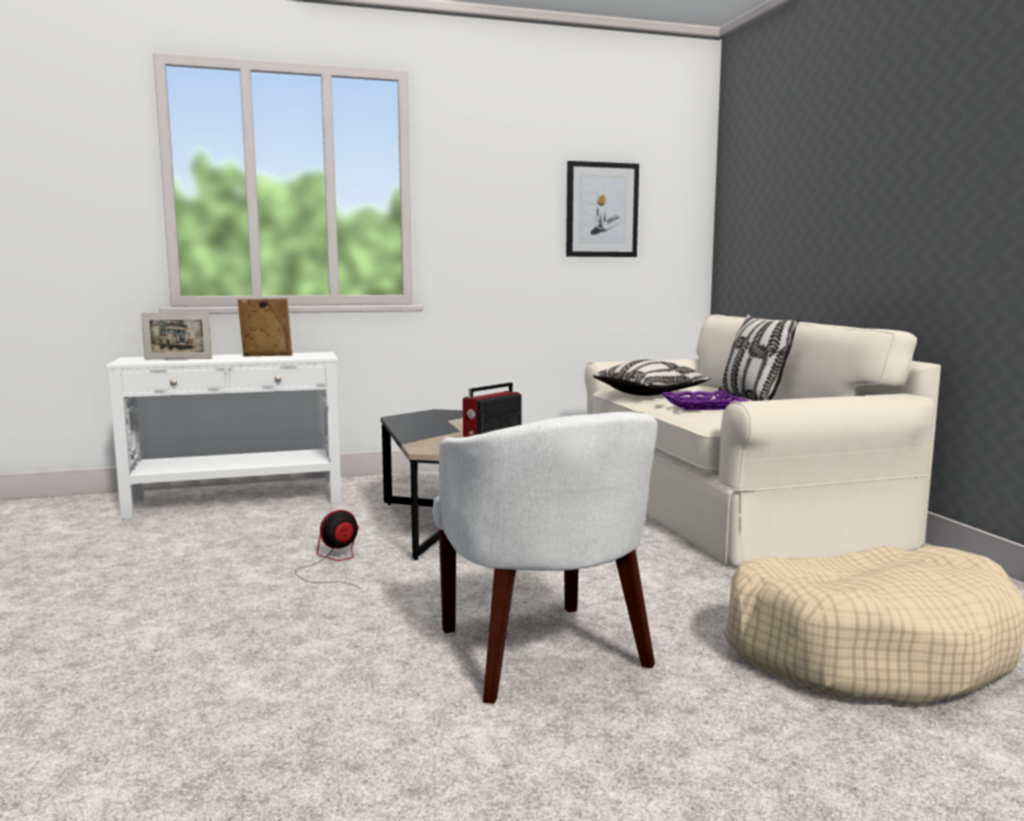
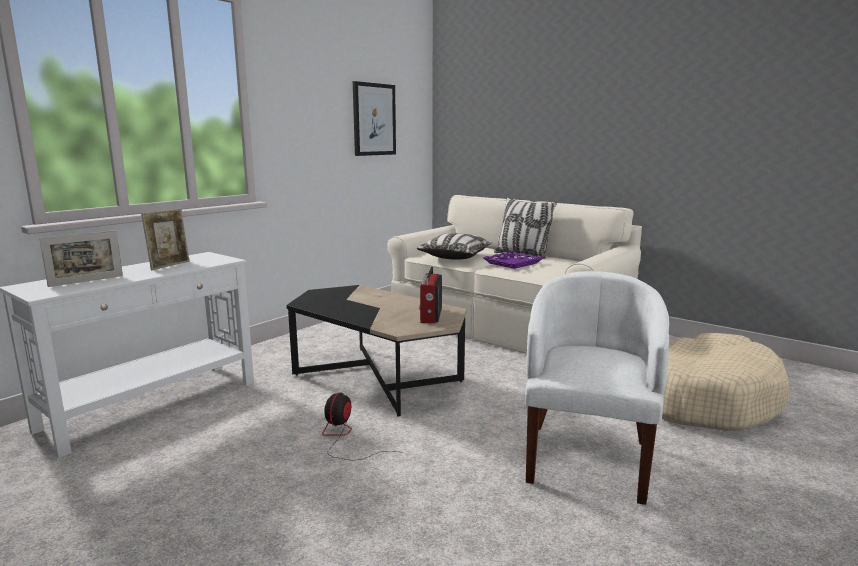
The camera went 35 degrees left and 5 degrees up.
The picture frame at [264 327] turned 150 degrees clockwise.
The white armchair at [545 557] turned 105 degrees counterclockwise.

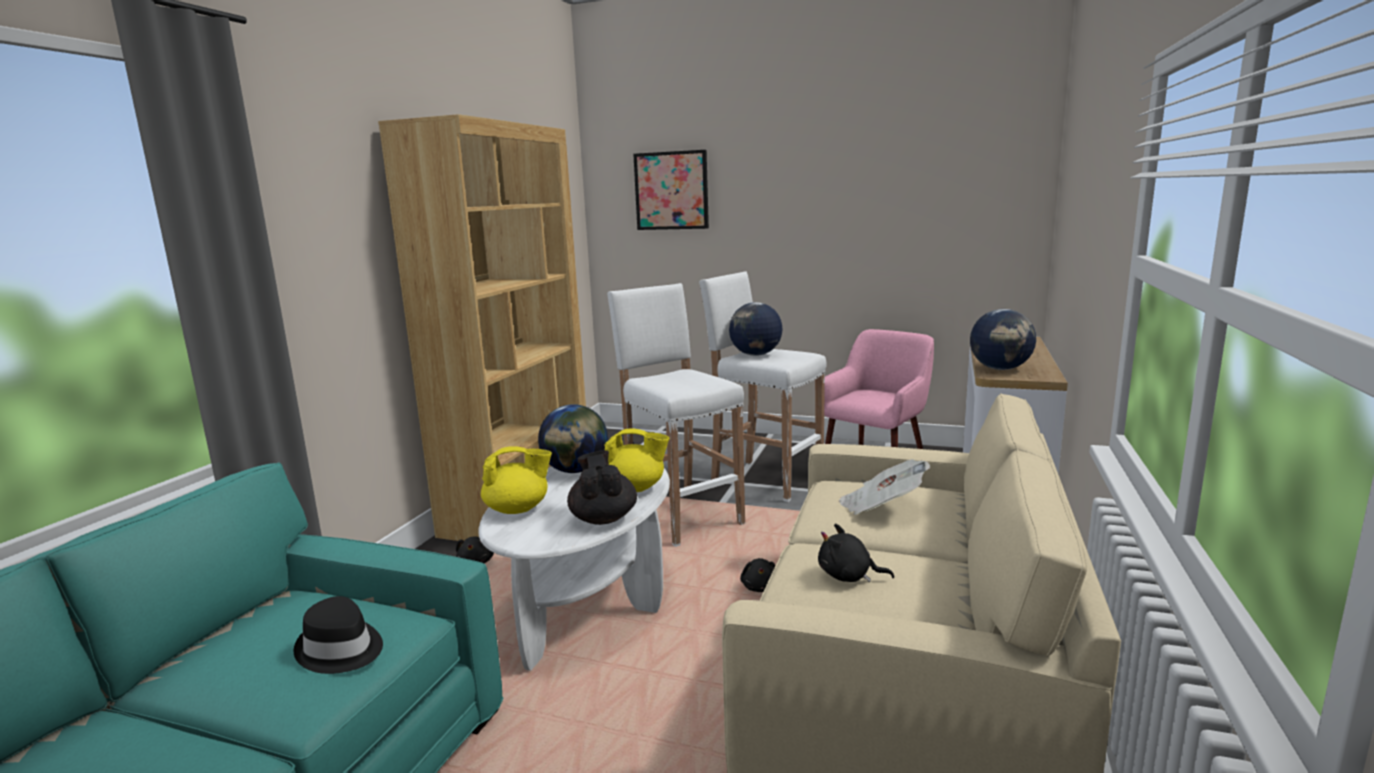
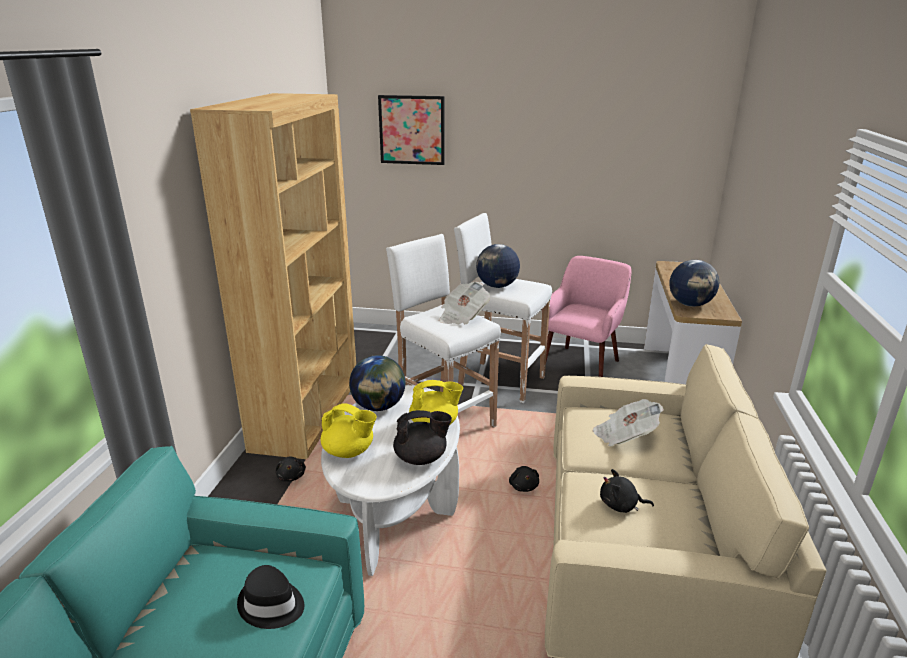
The camera went 10 degrees left and 10 degrees up.
The yellow teapot at [516 480] turned 45 degrees clockwise.
The black teapot at [602 487] turned 105 degrees clockwise.
The newspaper at [464 303] appeared.

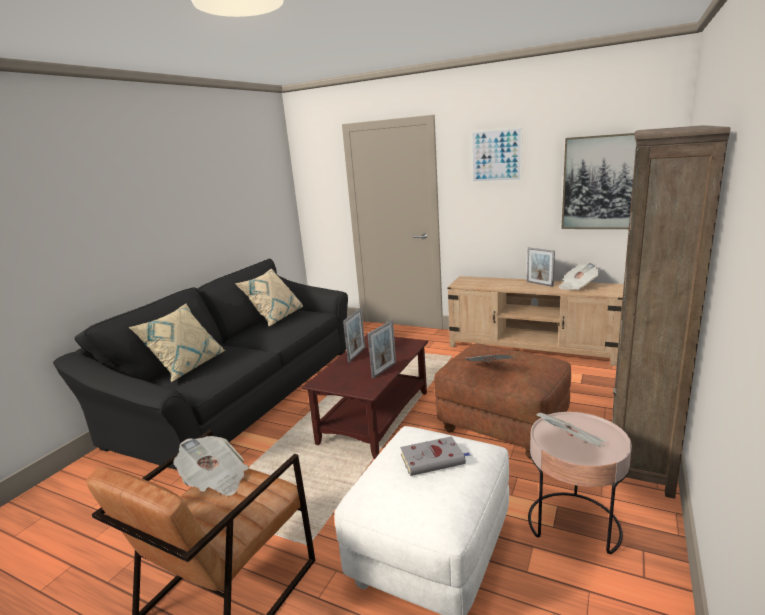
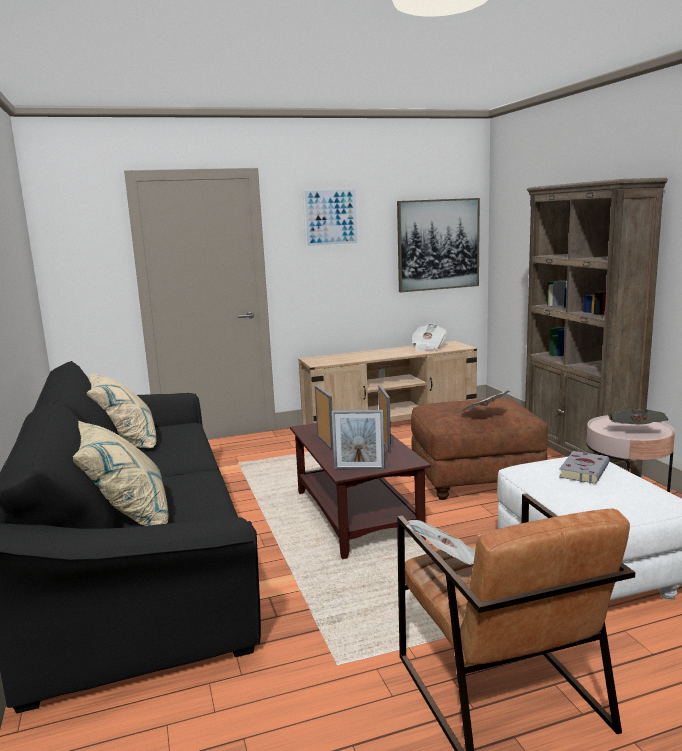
The camera went 45 degrees left and 5 degrees down.
The picture frame moved from [541 267] to [358 440].

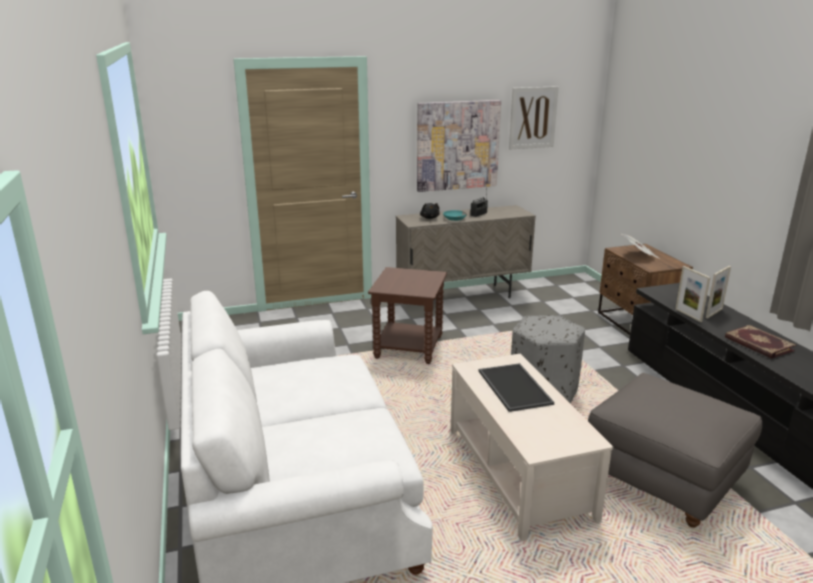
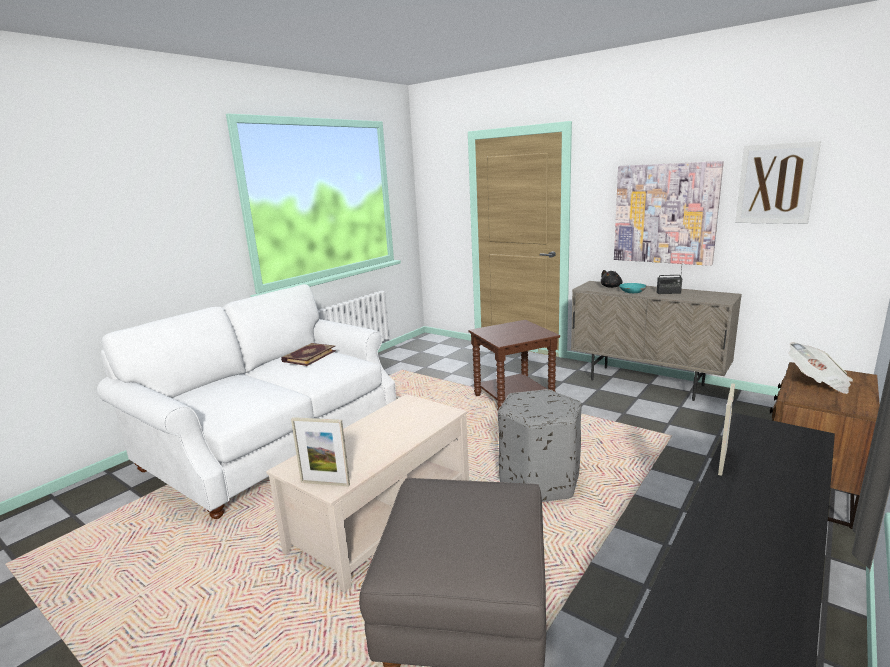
The camera went 55 degrees right and 5 degrees down.
The book moved from [760 342] to [308 354].
The picture frame moved from [718 292] to [320 451].
The tray at [516 387] disappeared.

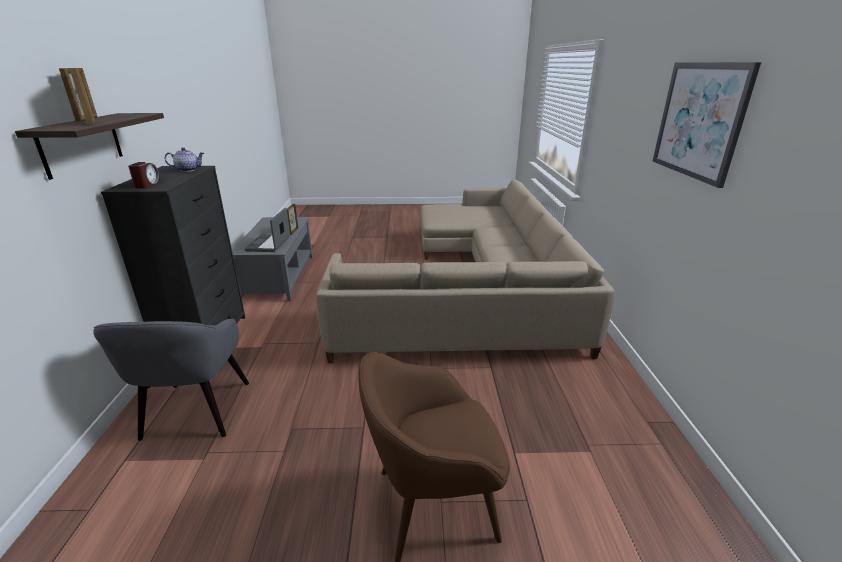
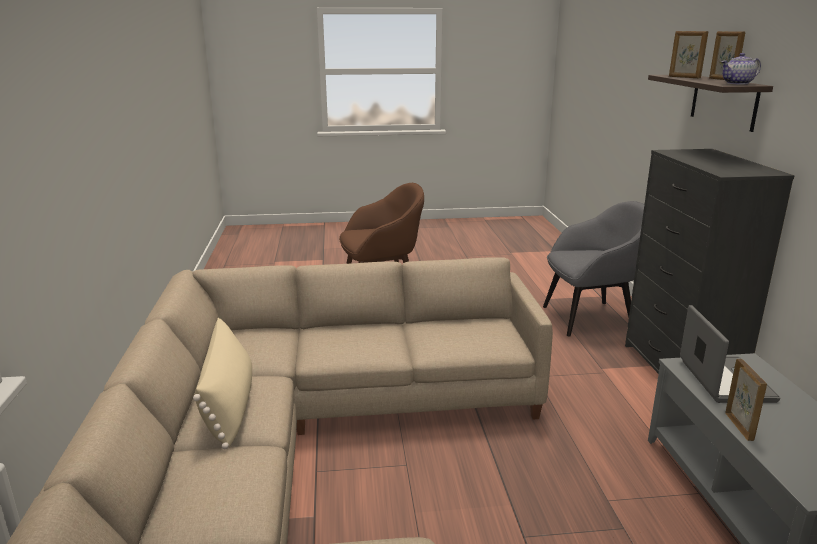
The camera went 175 degrees right and 5 degrees down.
The beige pillow at [222 383] appeared.
The grey armchair at [171 380] turned 90 degrees clockwise.
The teapot moved from [184 159] to [741 68].
The alarm clock at [144 175] disappeared.
The picture at [706 125] disappeared.

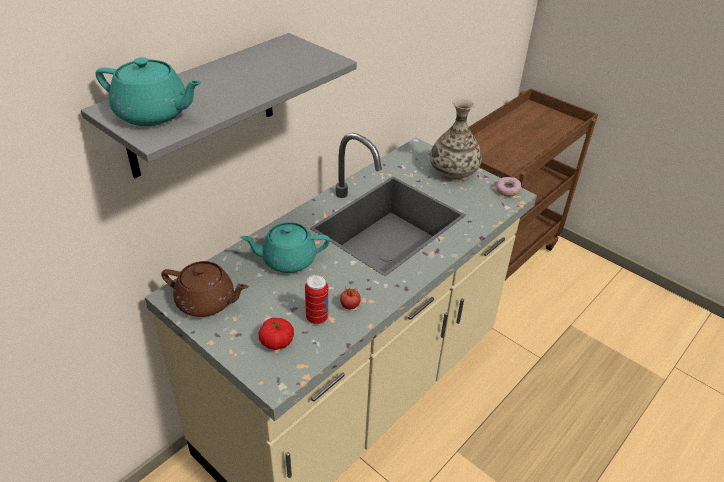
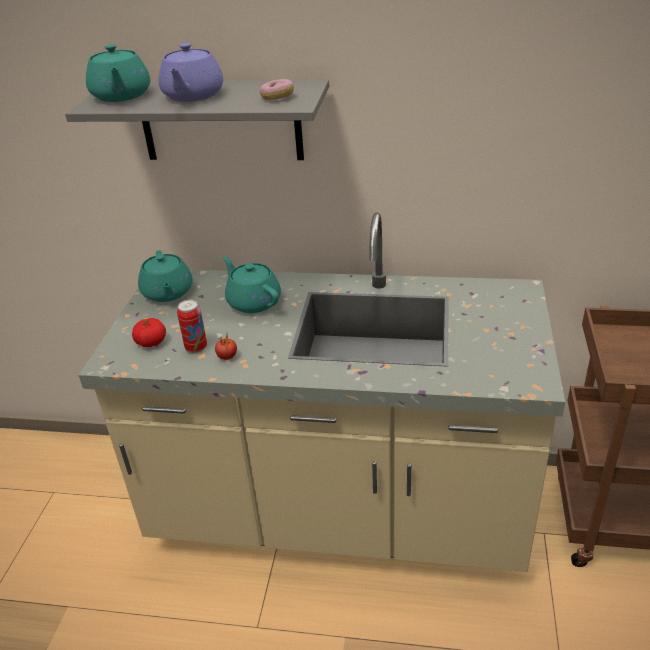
The camera went 60 degrees right and 5 degrees down.
The brown teapot at [205 289] became the turquoise teapot at [165 276].
The purple teapot at [191 72] appeared.
The donut moved from [508 187] to [277 89].
The vase at [456 139] disappeared.

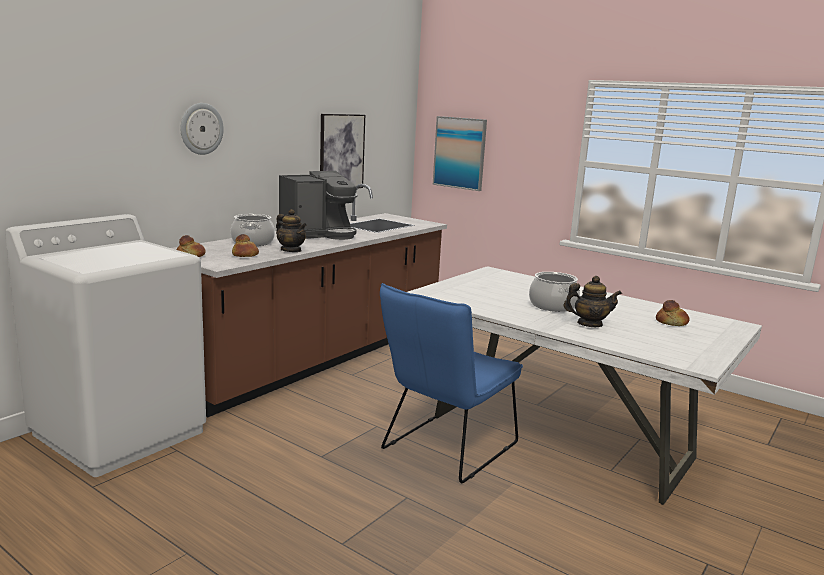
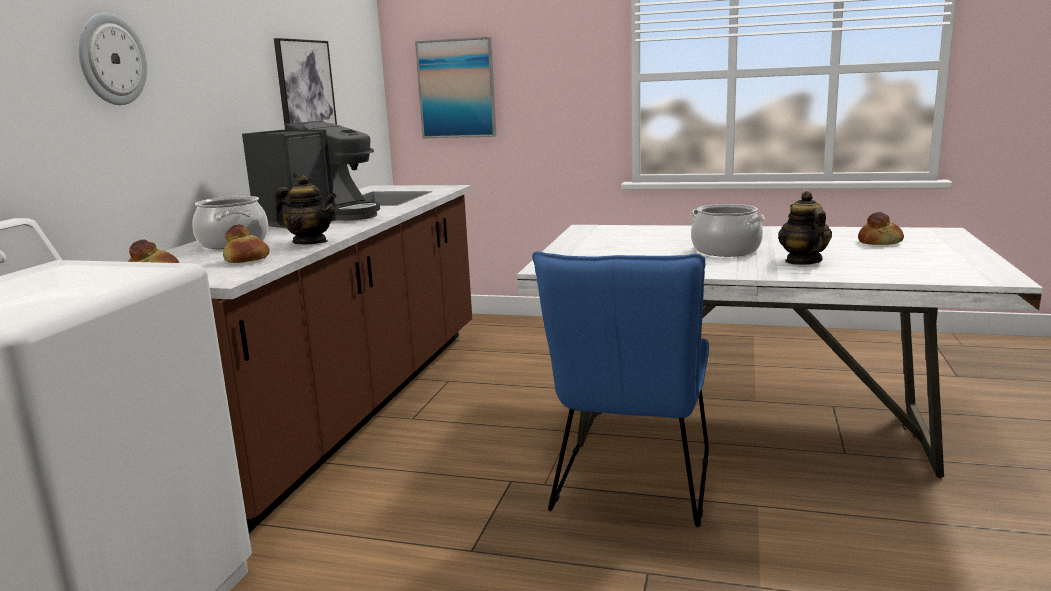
The camera went 20 degrees left and 0 degrees up.
The teapot at [593 301] turned 75 degrees counterclockwise.

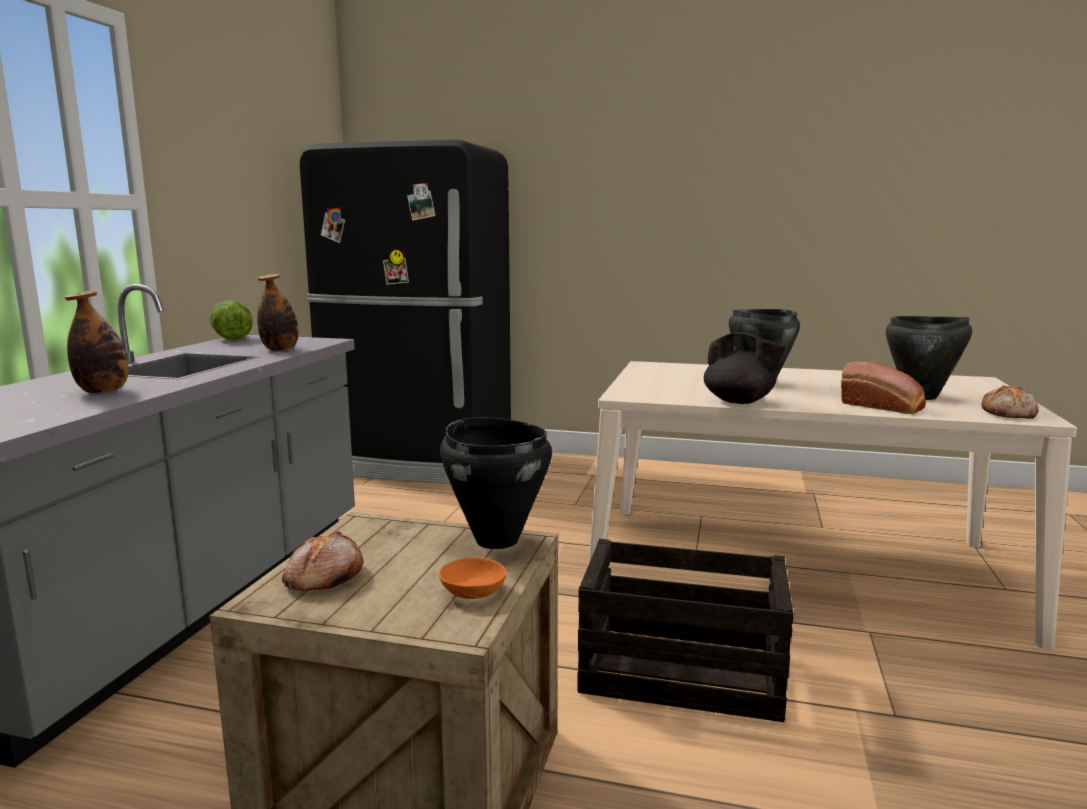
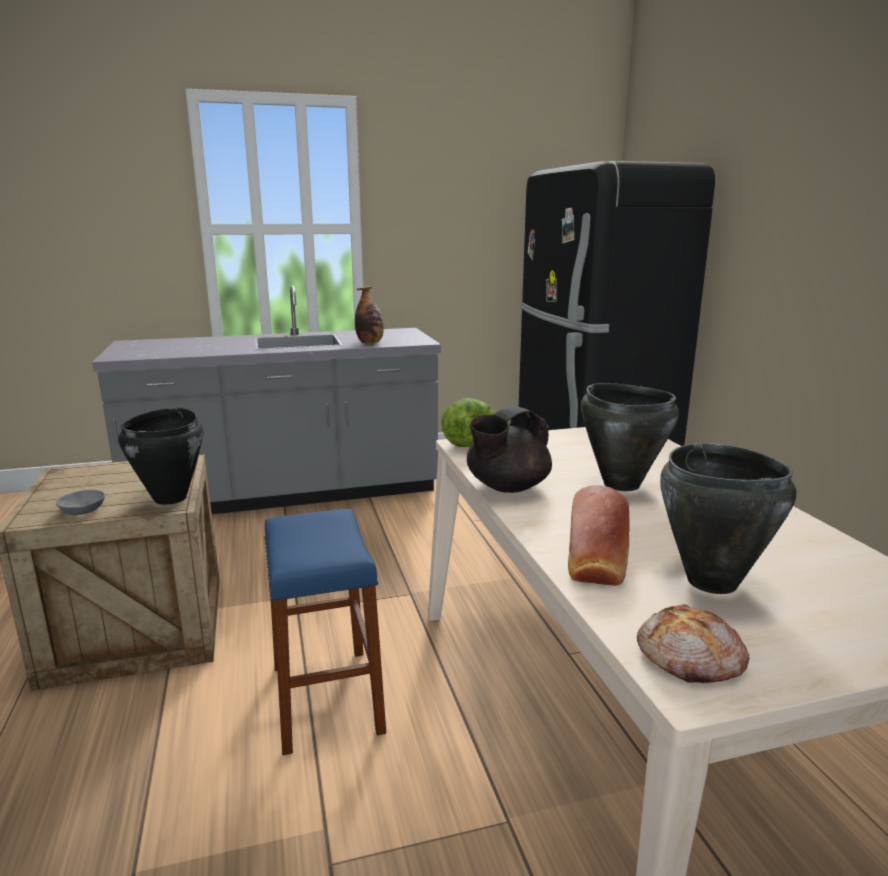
The camera went 60 degrees right and 5 degrees up.
The orange bowl at [473 578] became the grey bowl at [80 502].
The crate at [685 630] was replaced by the blue stool at [325 632].
The lettuce moved from [231 320] to [468 422].
The black teapot at [745 368] turned 45 degrees clockwise.
The bottle at [97 342] disappeared.
The bread at [323 561] disappeared.

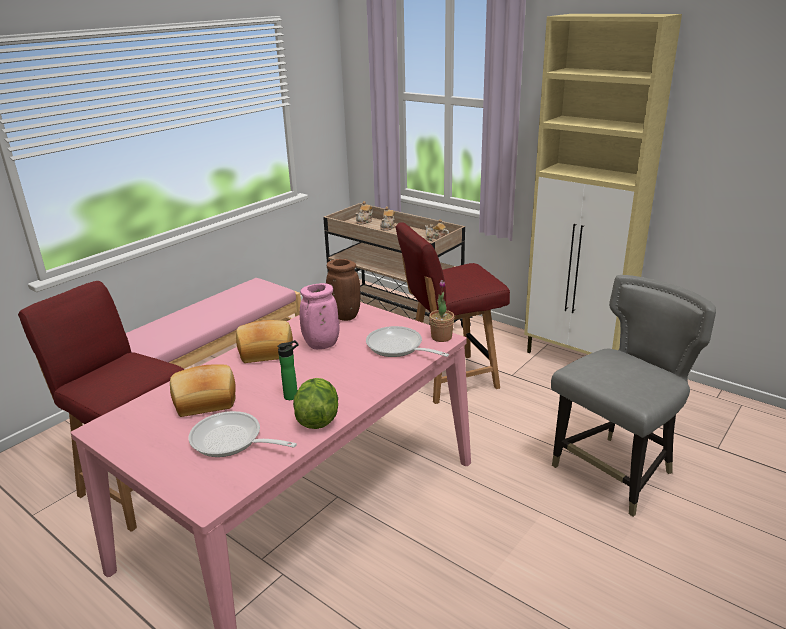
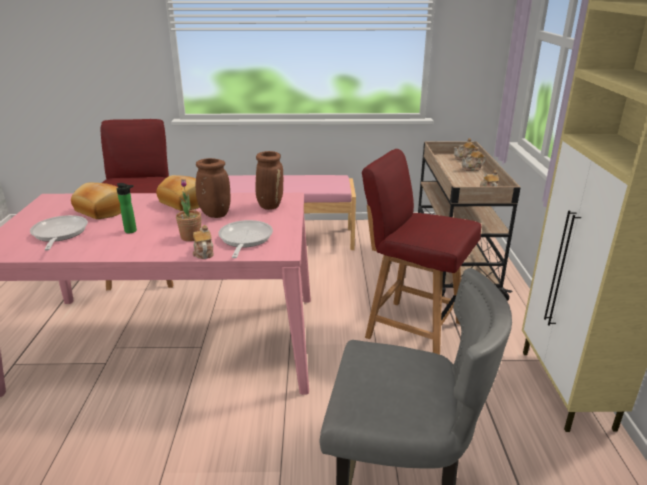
The camera went 50 degrees right and 0 degrees up.
The potted plant moved from [441 311] to [188 210].
The teapot at [203 242] appeared.
The pink vase at [320 316] became the brown vase at [213 188].
The lettuce at [315 403] disappeared.

